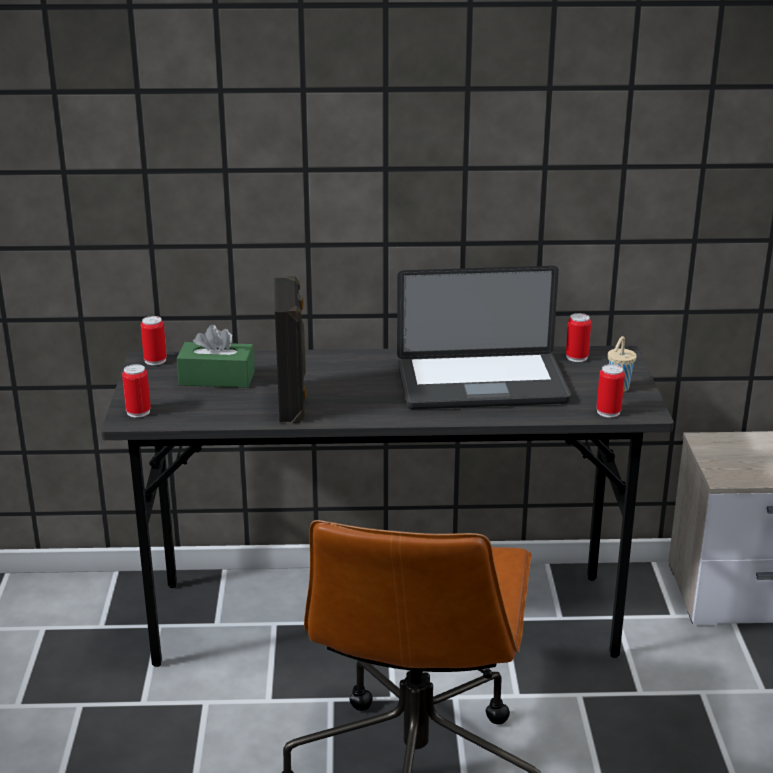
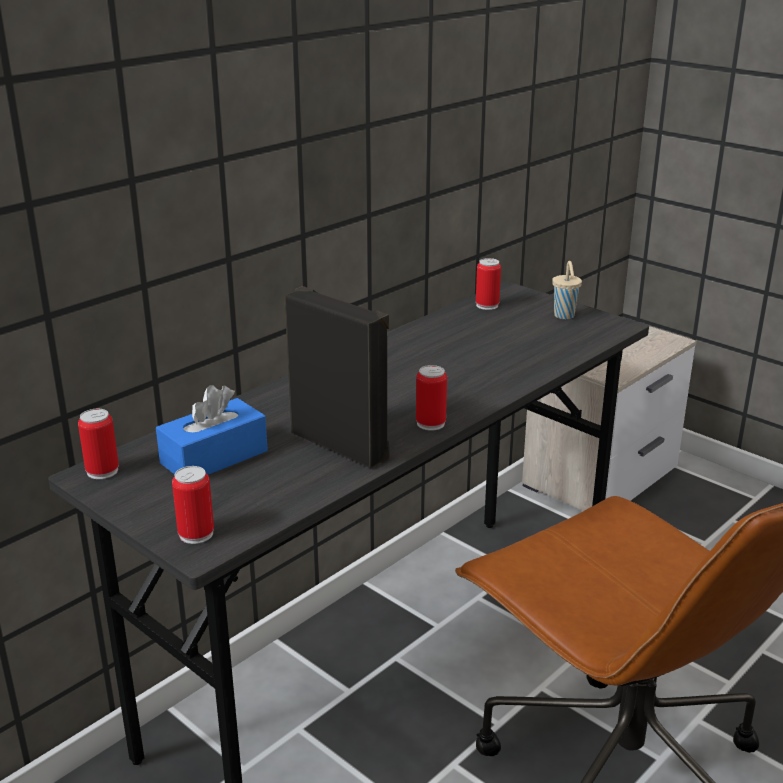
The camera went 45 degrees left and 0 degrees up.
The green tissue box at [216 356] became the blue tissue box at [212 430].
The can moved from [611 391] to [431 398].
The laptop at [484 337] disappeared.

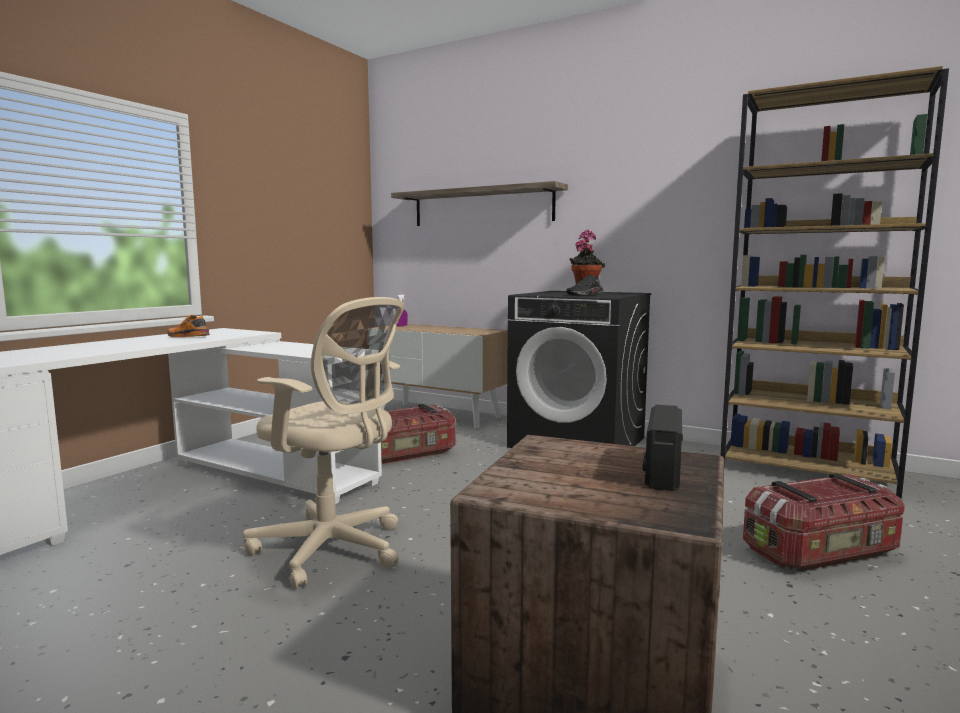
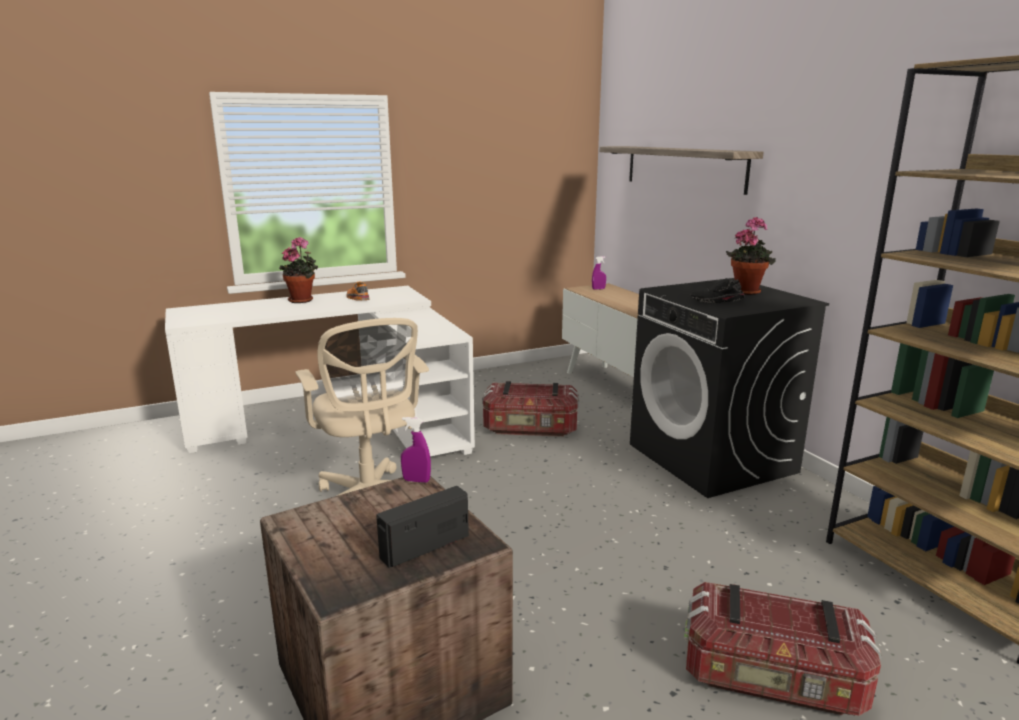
The camera went 35 degrees right and 10 degrees up.
The potted plant at [298 270] appeared.
The purple spray bottle at [416 450] appeared.

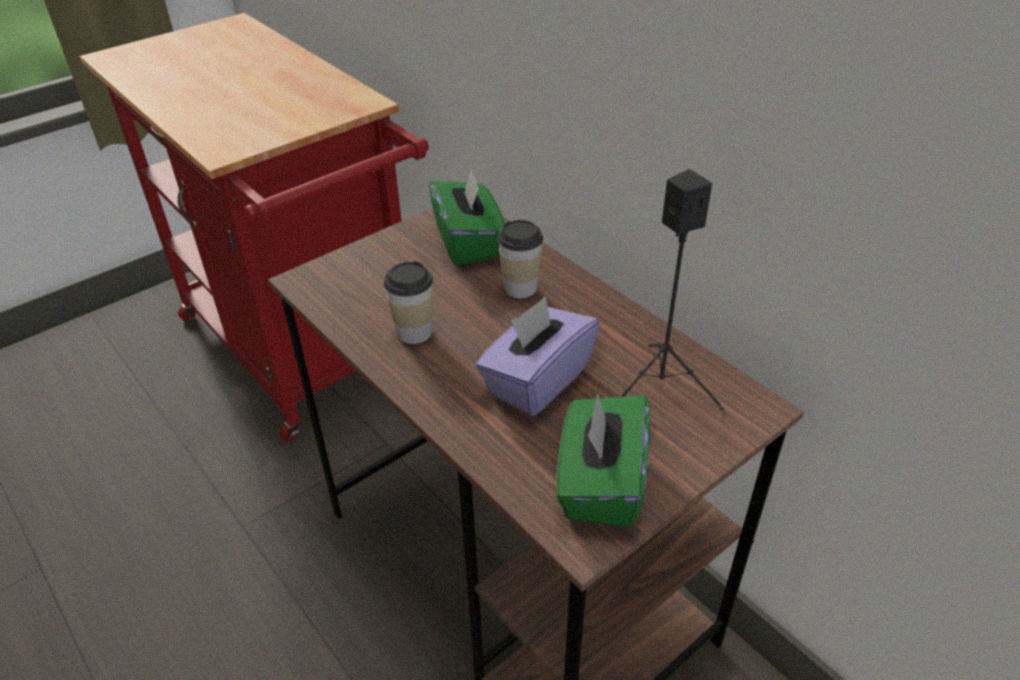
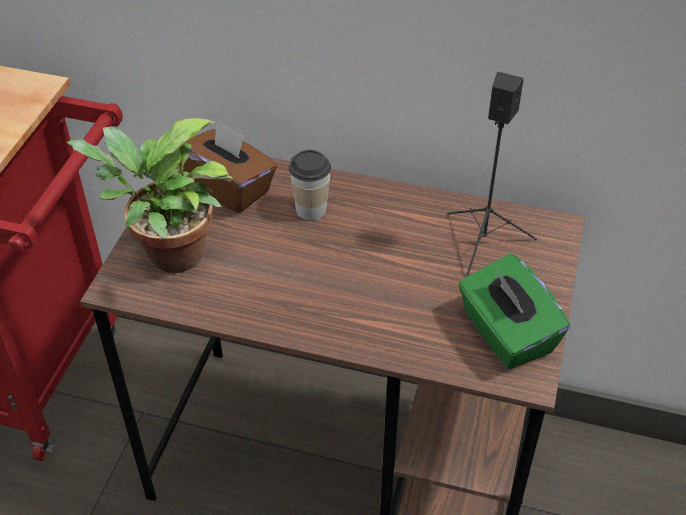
The camera went 35 degrees left and 5 degrees up.
The potted plant at [150 195] appeared.
The green tissue box at [467 217] became the brown tissue box at [228 166].
The cup at [408 302] disappeared.
The purple tissue box at [538 356] disappeared.

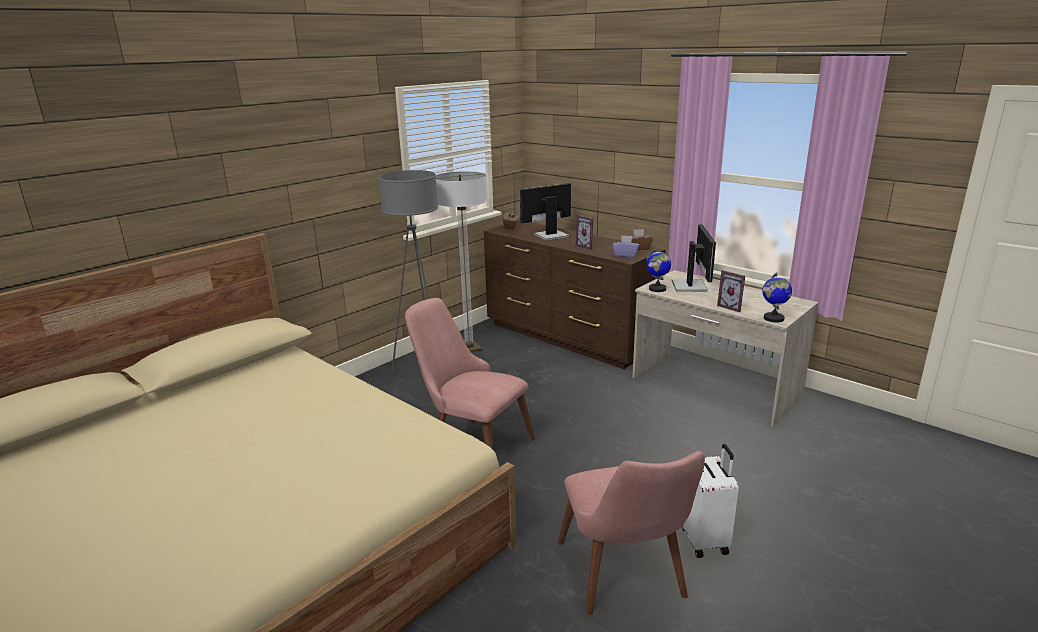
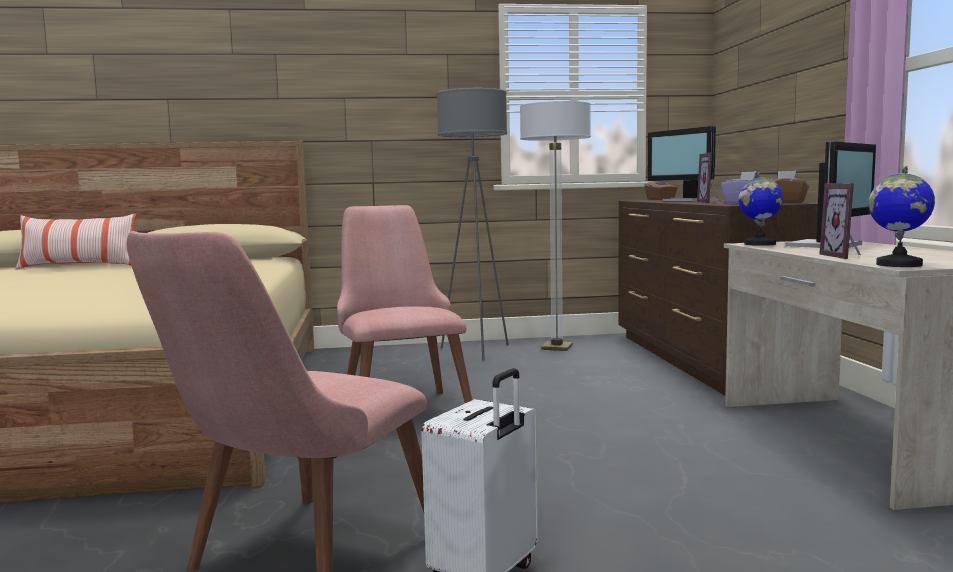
The camera went 40 degrees right and 15 degrees down.
The pillow at [75 241] appeared.
The monitor at [545 212] turned 135 degrees counterclockwise.

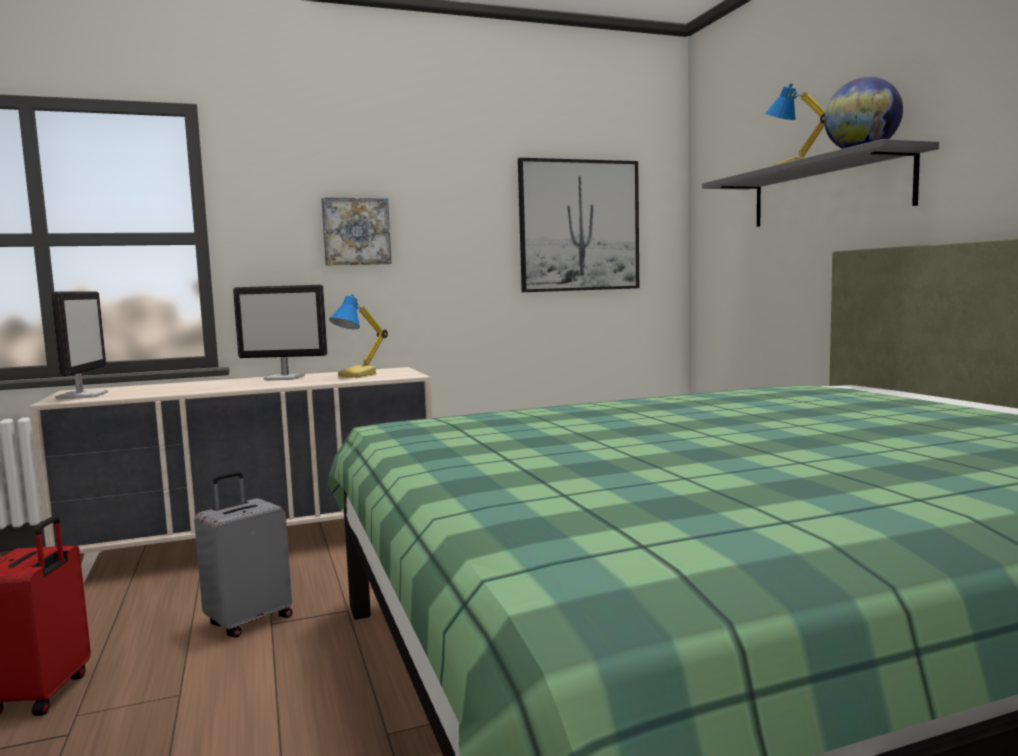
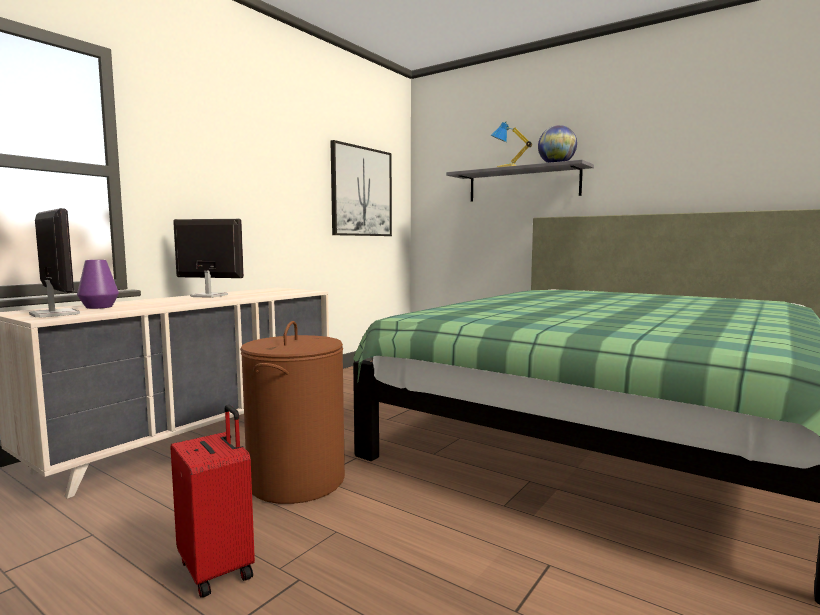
The camera went 35 degrees left and 0 degrees up.
The purple vase at [98 284] appeared.
The monitor at [280 332] turned 135 degrees counterclockwise.
The grey suitcase at [243 554] was replaced by the brown laundry basket at [292 412].
The picture at [356 231] disappeared.
The table lamp at [358 336] disappeared.

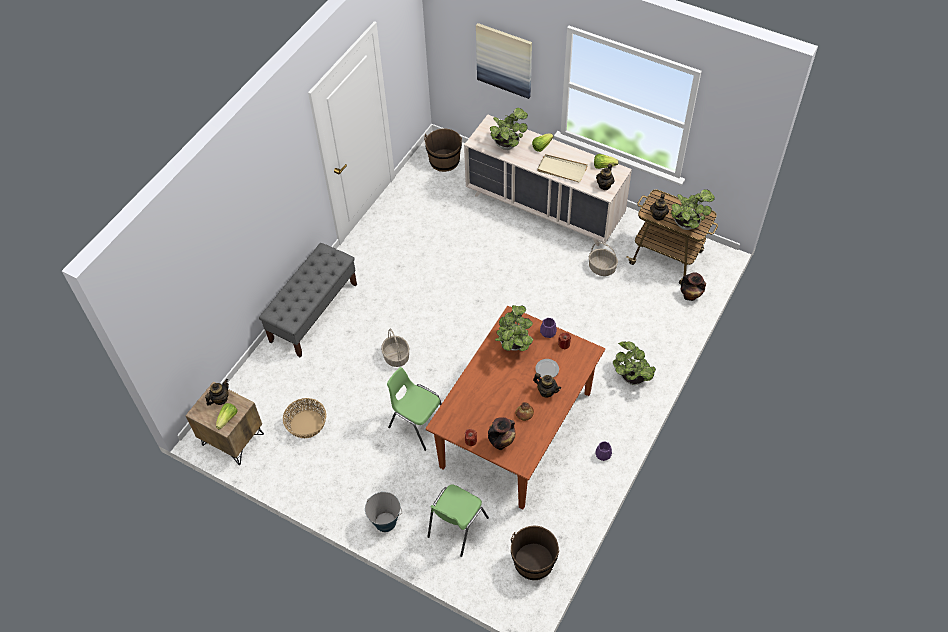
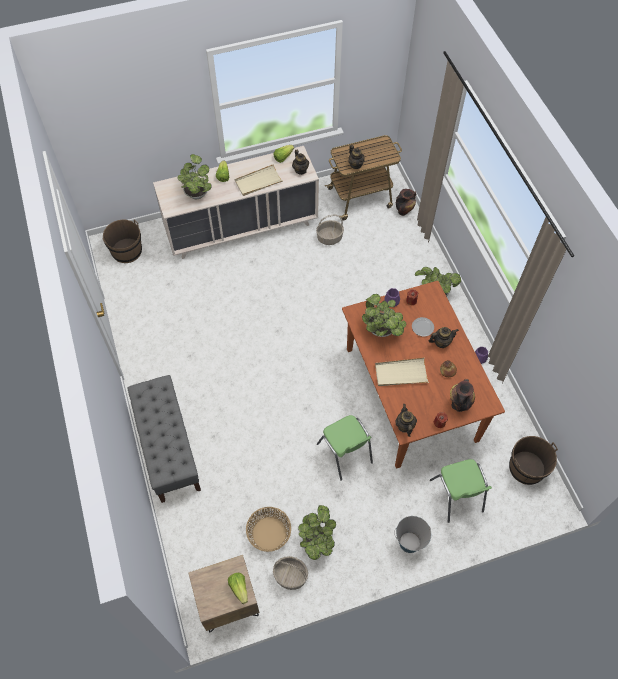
The camera went 50 degrees left and 5 degrees up.
The basket moved from [395 347] to [290 573].
The potted plant moved from [693 209] to [317 532].
The green chair at [414 409] turned 105 degrees counterclockwise.
The beige tray at [402 371] appeared.
The teapot moved from [217 392] to [406 420].
The picture at [504 61] disappeared.

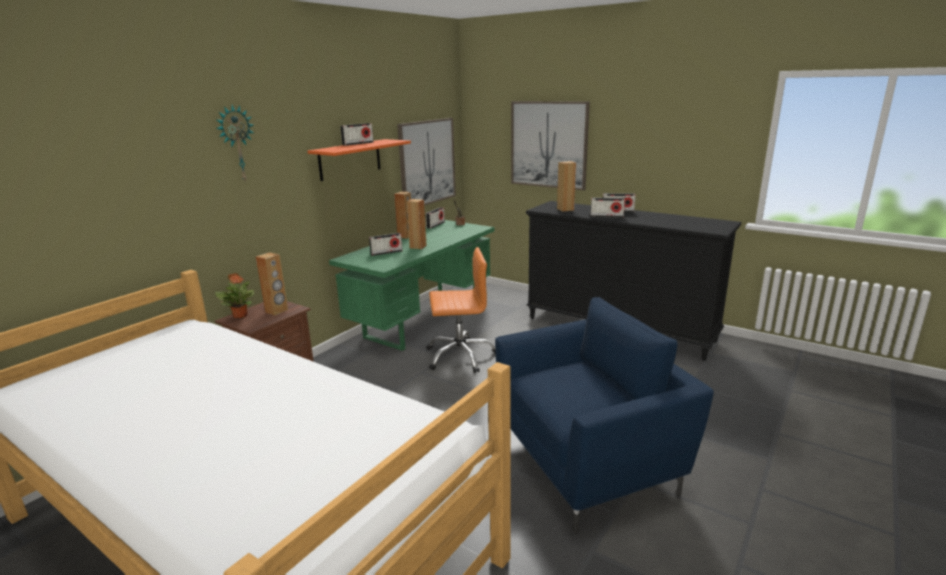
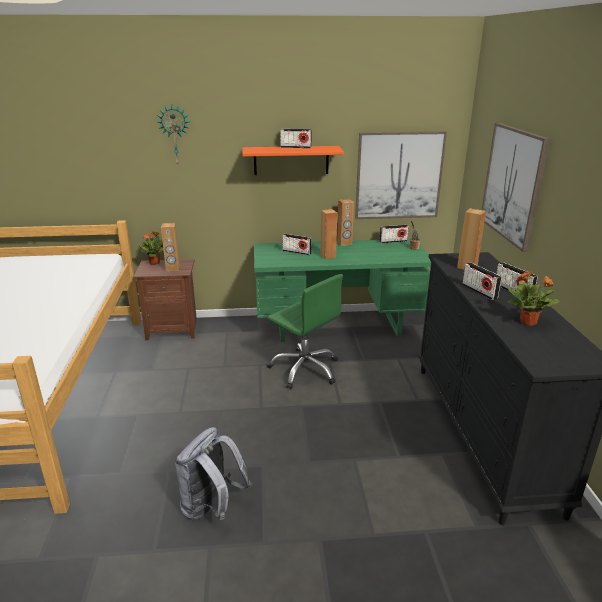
The camera went 50 degrees right and 5 degrees up.
The blue armchair at [604 415] was replaced by the grey backpack at [213 473].
The orange office chair at [461 310] became the green office chair at [305 331].
The potted plant at [534 298] appeared.

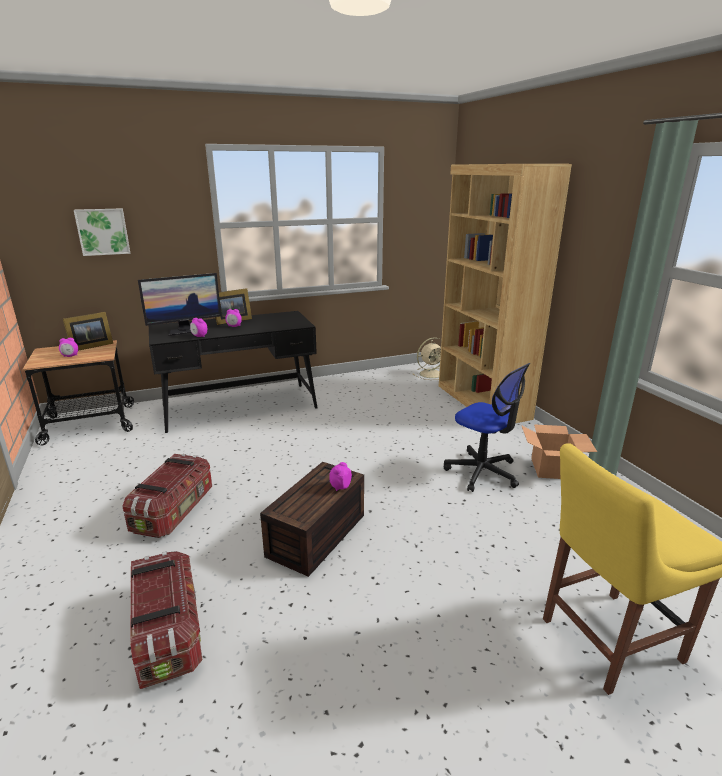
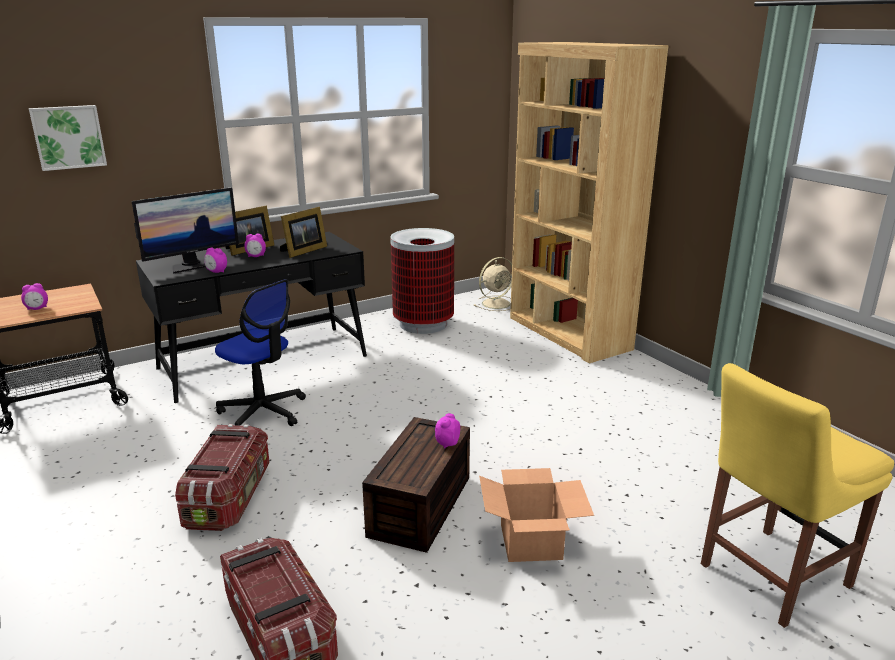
The camera went 10 degrees left and 0 degrees up.
The office chair moved from [487 427] to [260 352].
The picture frame moved from [88 331] to [303 232].
The trash can at [422 281] appeared.
The cardboard box moved from [559 451] to [536 515].

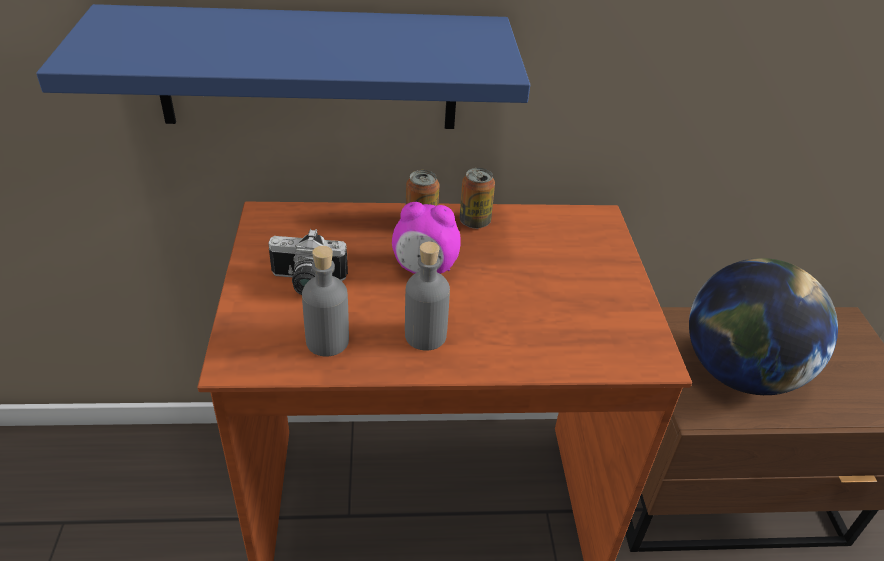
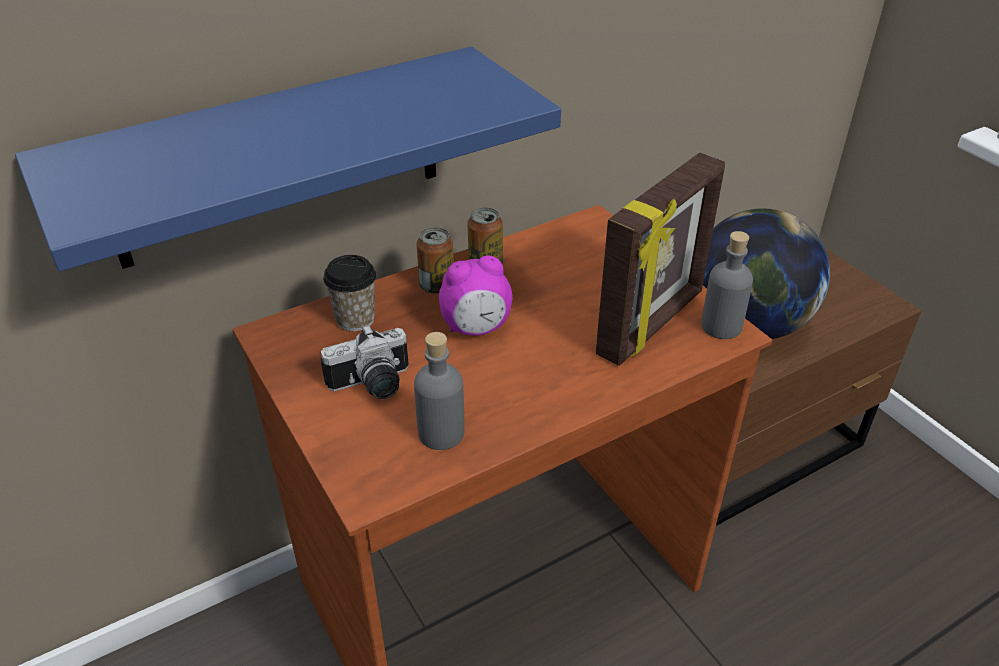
The camera went 25 degrees left and 0 degrees up.
The cup at [349 293] appeared.
The picture frame at [660 259] appeared.
The grey bottle moved from [427 296] to [727 285].

